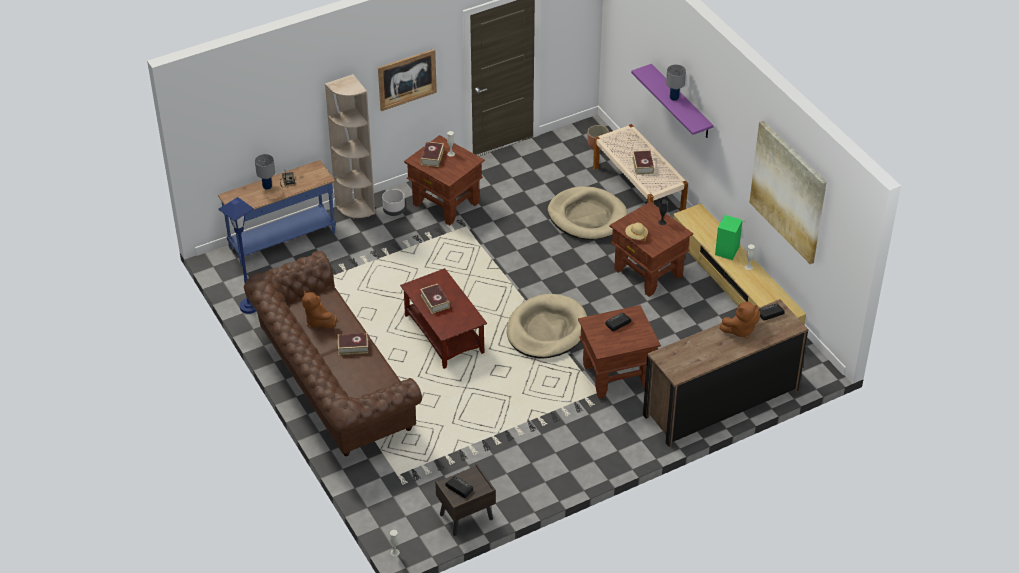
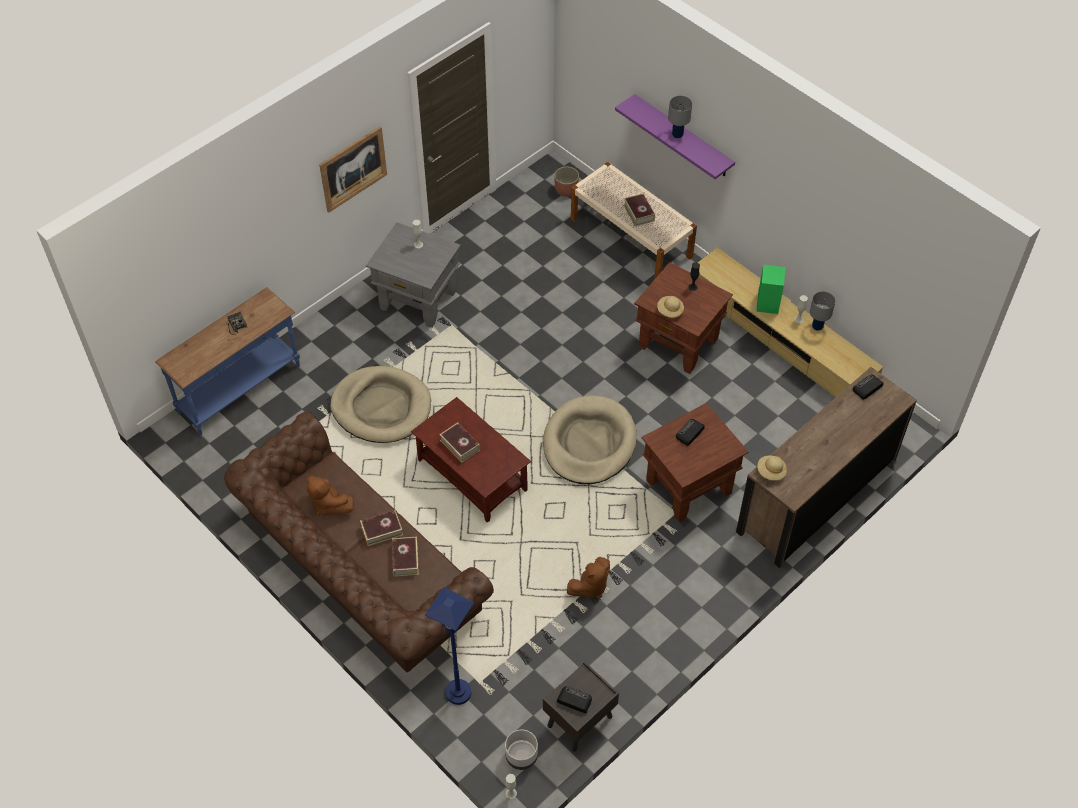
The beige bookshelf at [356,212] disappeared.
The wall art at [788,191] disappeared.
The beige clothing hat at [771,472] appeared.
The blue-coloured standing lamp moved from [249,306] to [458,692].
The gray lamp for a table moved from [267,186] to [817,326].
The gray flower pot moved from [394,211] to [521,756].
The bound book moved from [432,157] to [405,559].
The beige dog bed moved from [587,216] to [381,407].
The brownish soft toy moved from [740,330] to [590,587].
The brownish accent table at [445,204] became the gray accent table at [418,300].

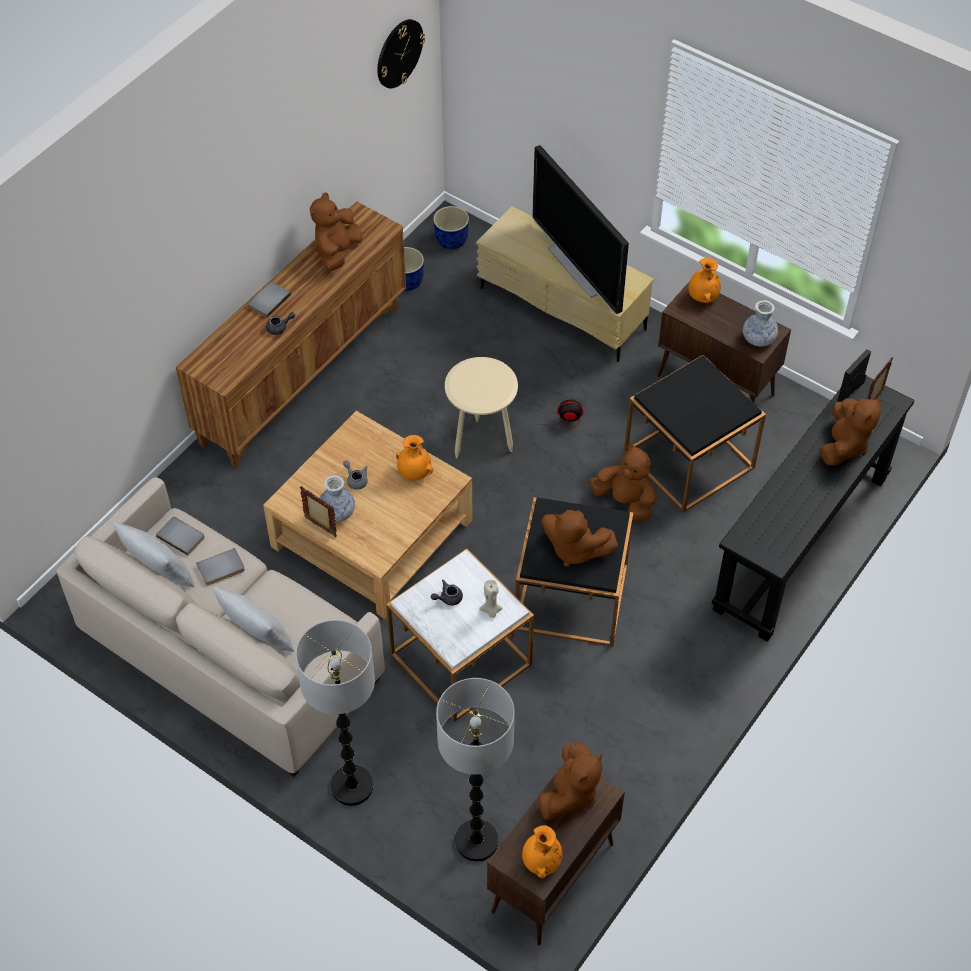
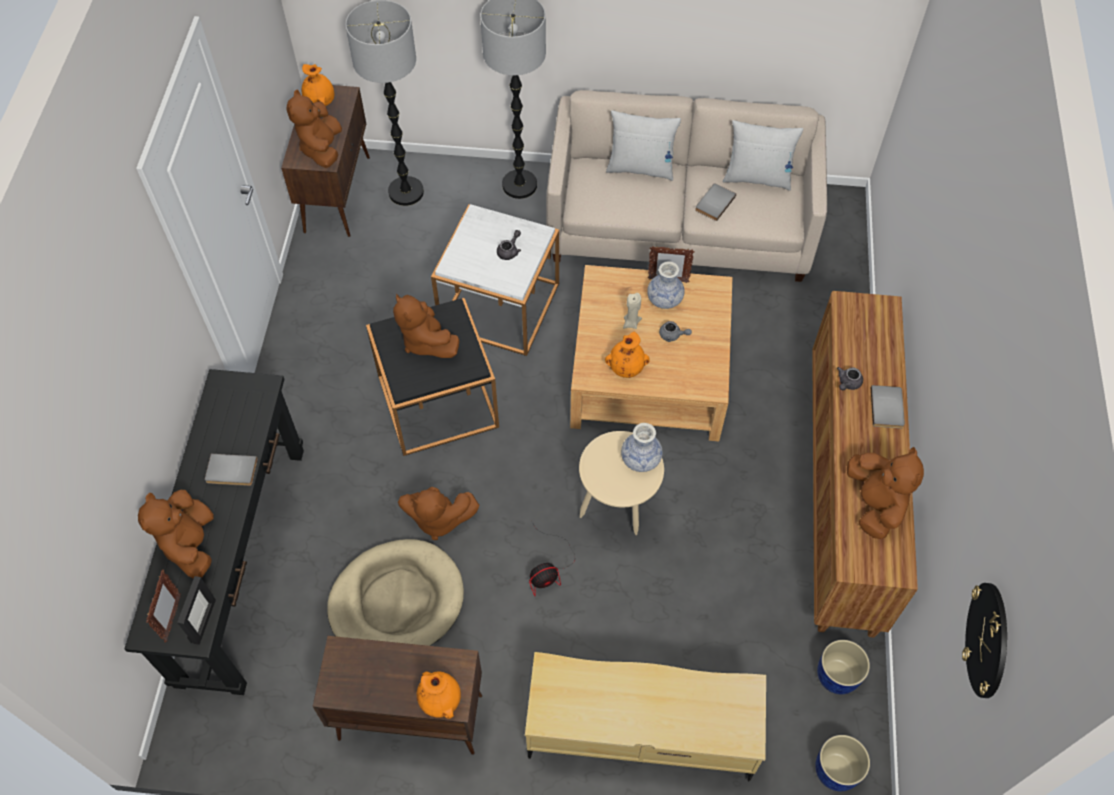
The TV set at [579,268] disappeared.
The gray bound book moved from [182,536] to [231,472].
The beige candle moved from [491,611] to [631,323].
The vase moved from [758,339] to [640,459].
The black accent table at [689,459] was replaced by the beige dog bed at [396,601].
The brownish soft toy at [574,549] turned 120 degrees counterclockwise.

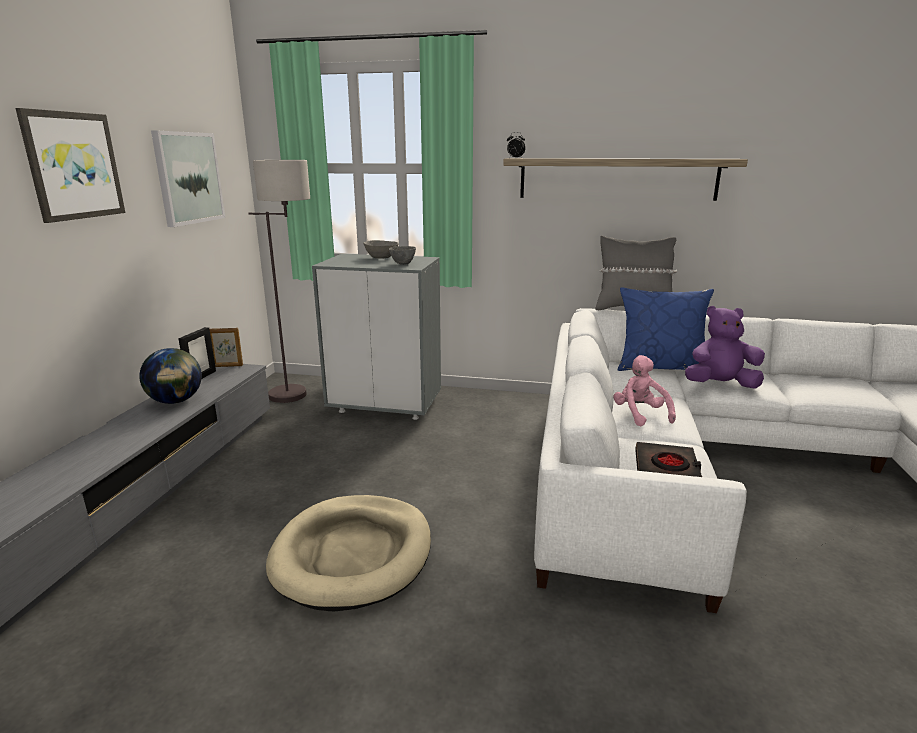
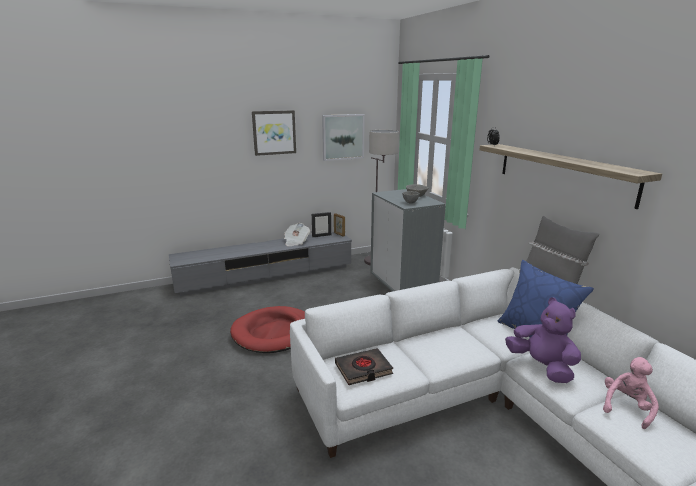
The pink soft toy moved from [640,414] to [626,407].
The desk globe at [176,401] was replaced by the newspaper at [296,242].
The beige dog bed at [353,554] became the red dog bed at [274,333].

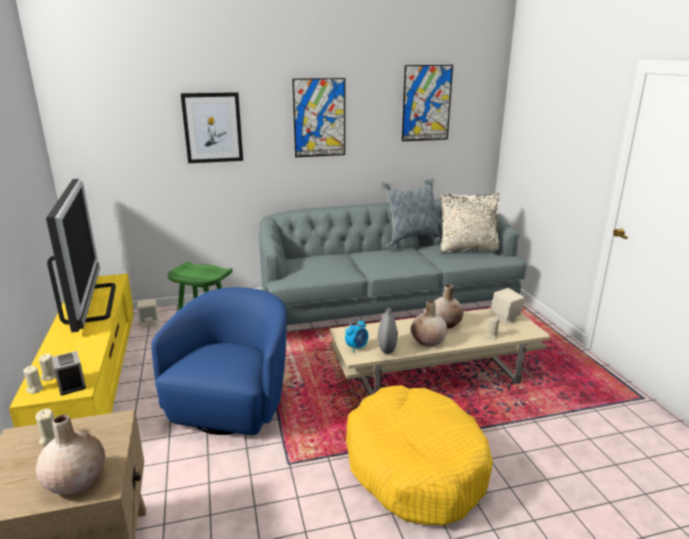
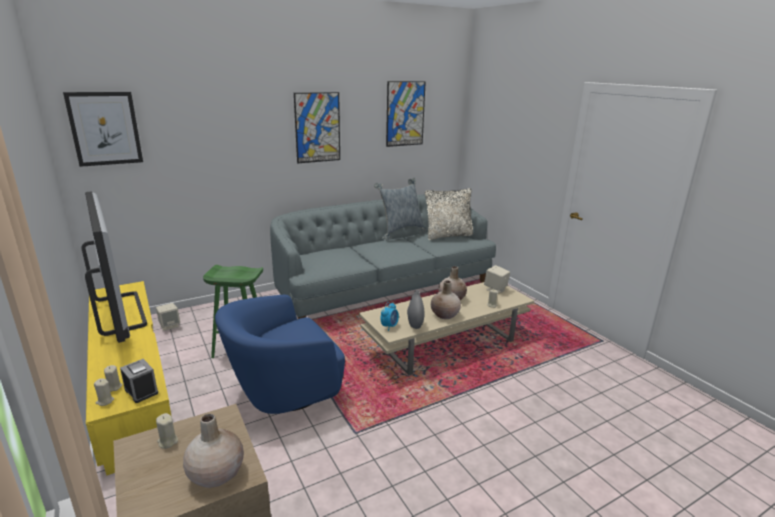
The yellow dog bed at [414,466] disappeared.
The wall art moved from [212,127] to [105,128].
The blue-coloured armchair at [232,405] turned 120 degrees counterclockwise.

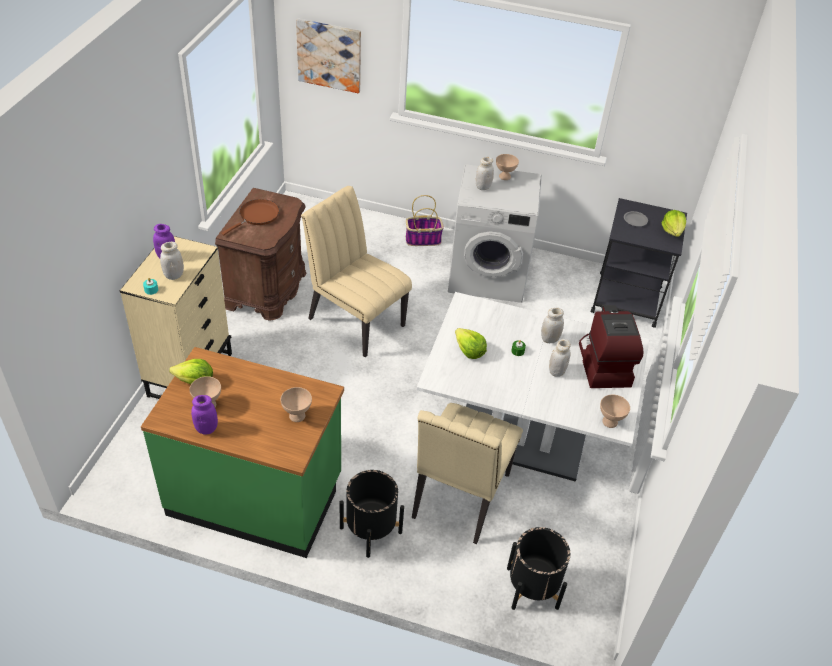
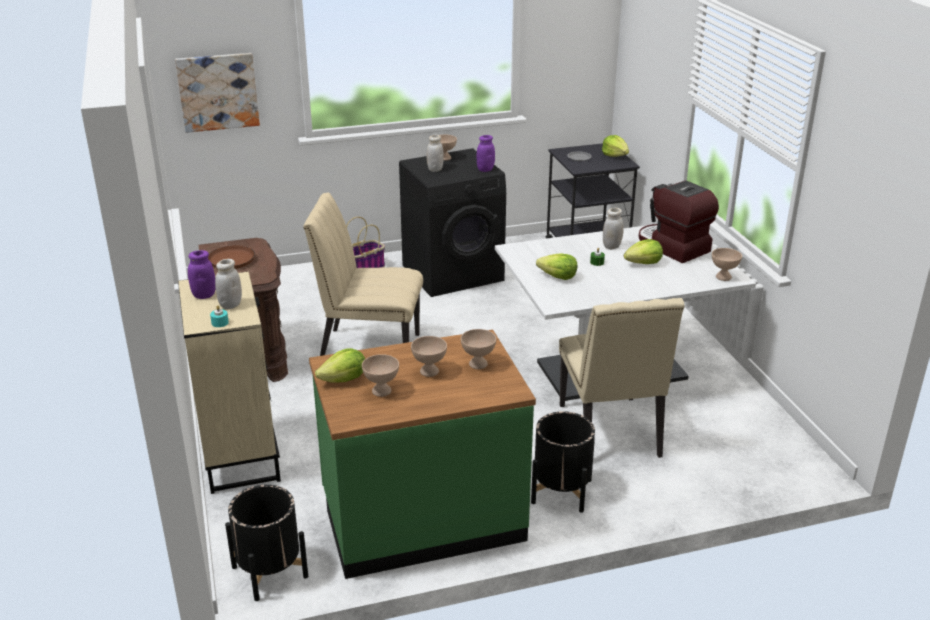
The beige bowl at [428,371] appeared.
The purplish storage jar moved from [206,428] to [485,169].
The black flower pot moved from [532,588] to [270,572].
The white storage jar at [556,371] was replaced by the head of lettuce at [643,263].
The white washing machine at [487,276] became the black washing machine at [453,273].

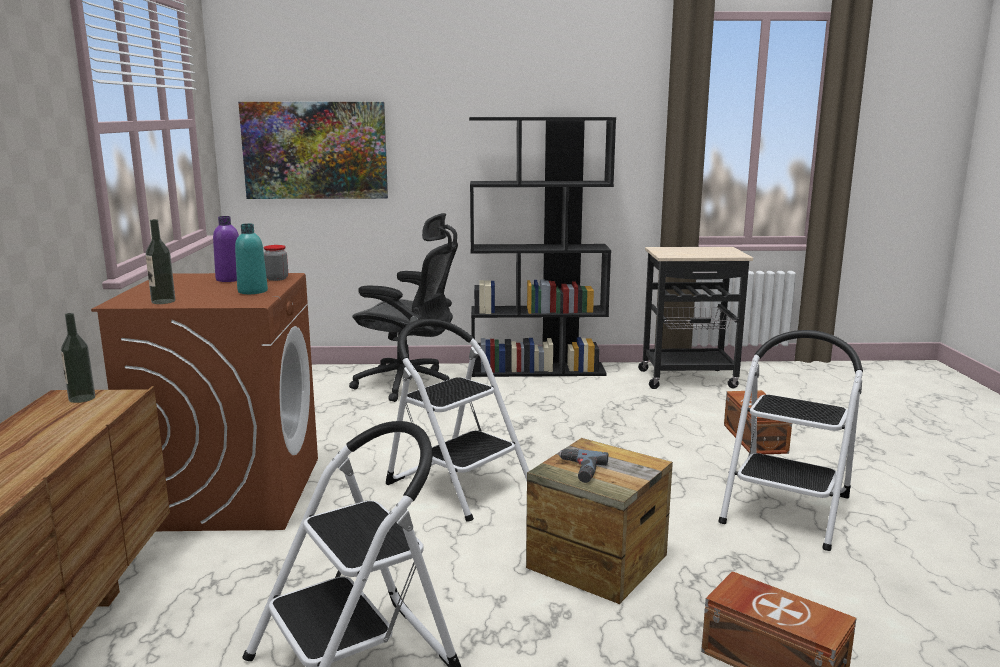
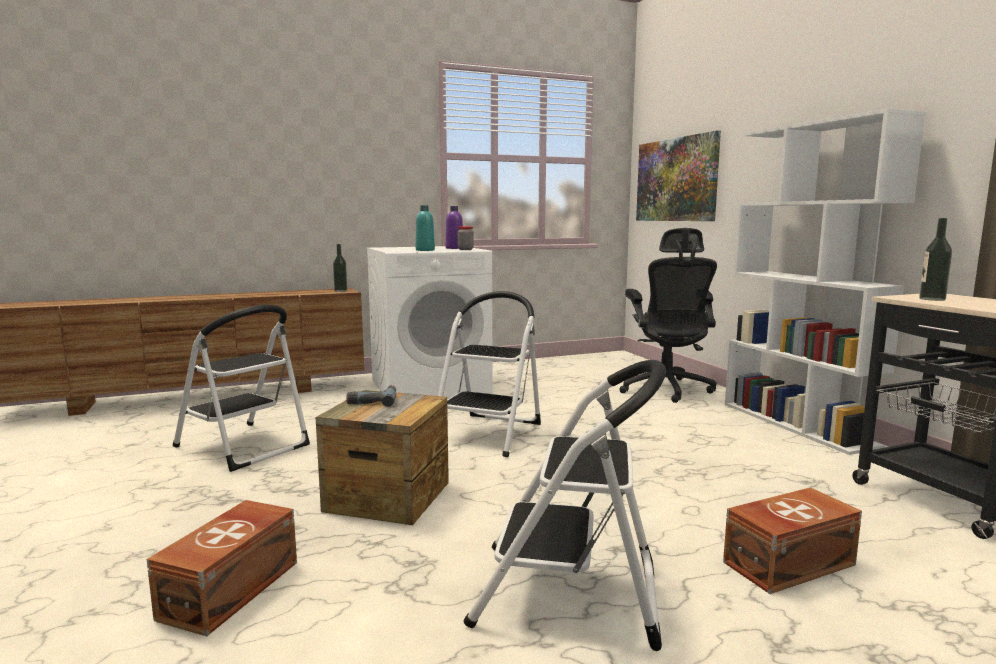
The drink bottle moved from [163,301] to [932,299].
The brownish washing machine at [231,492] became the white washing machine at [430,386].
The black bookshelf at [538,370] became the white bookshelf at [797,424].

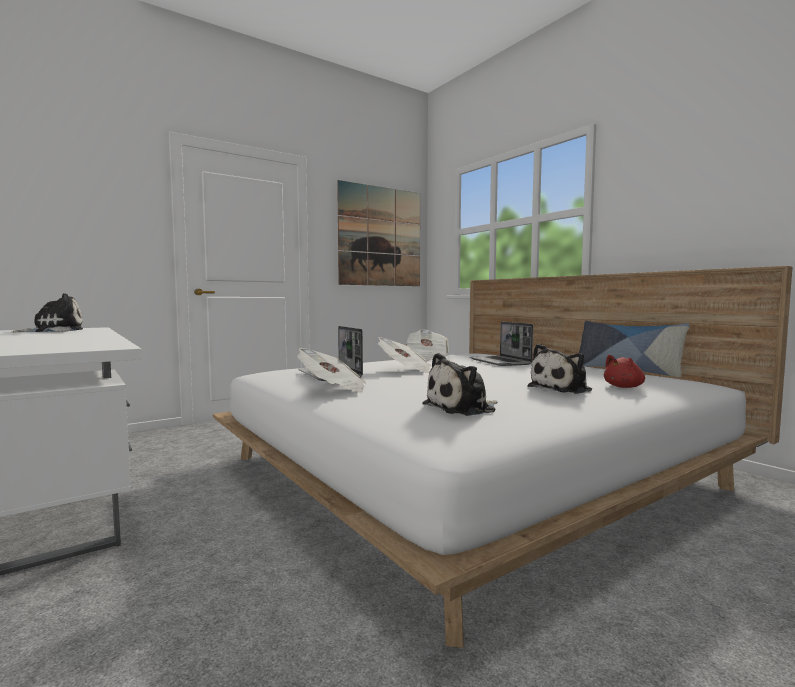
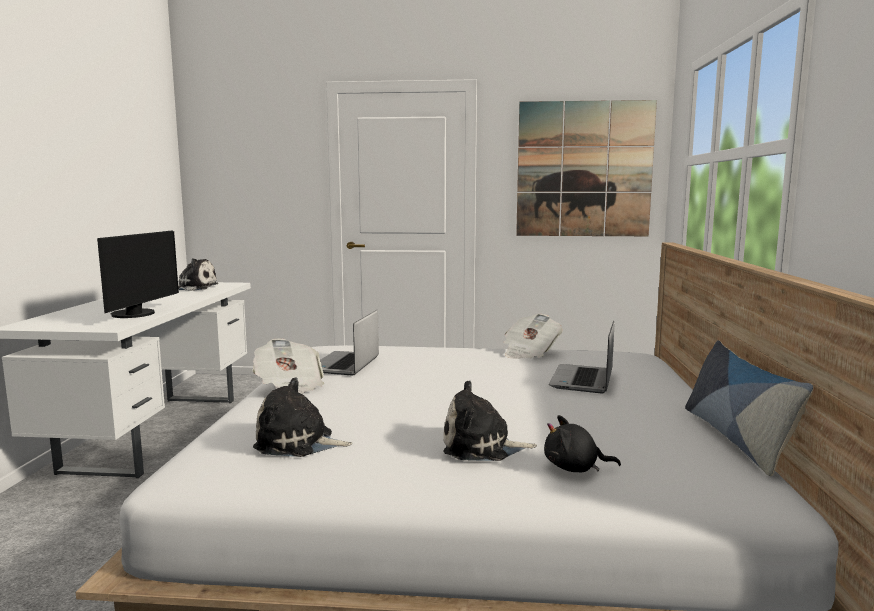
The newspaper at [405,370] disappeared.
The computer display at [137,314] appeared.
The red soft toy at [624,387] became the black soft toy at [575,468].

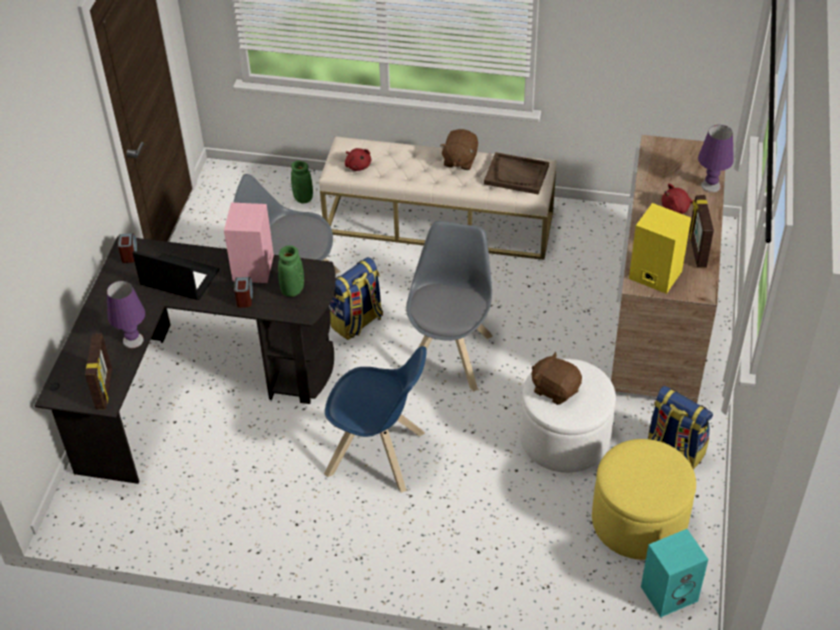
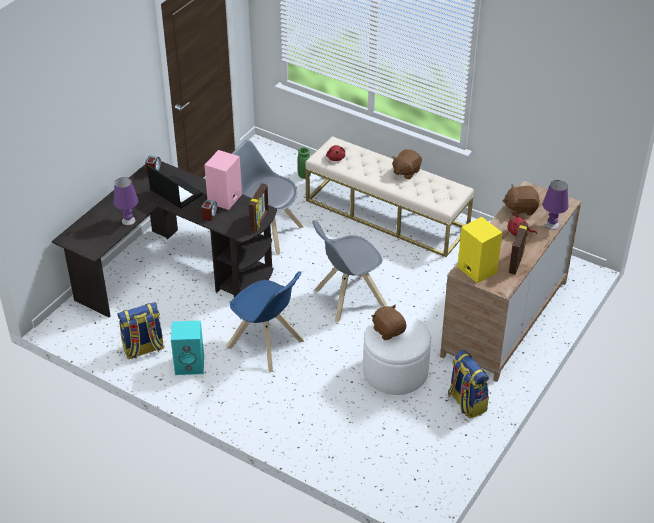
The green-coloured vase at [292,289] disappeared.
The brownish tray at [516,175] disappeared.
The yellow ottoman at [639,521] disappeared.
The brownish soft toy at [520,208] appeared.
The picture frame moved from [105,389] to [260,221].
The knapsack moved from [357,322] to [143,349].
The turquoise loudspeaker moved from [669,592] to [190,364].
The gray plain chair at [449,354] turned 150 degrees counterclockwise.

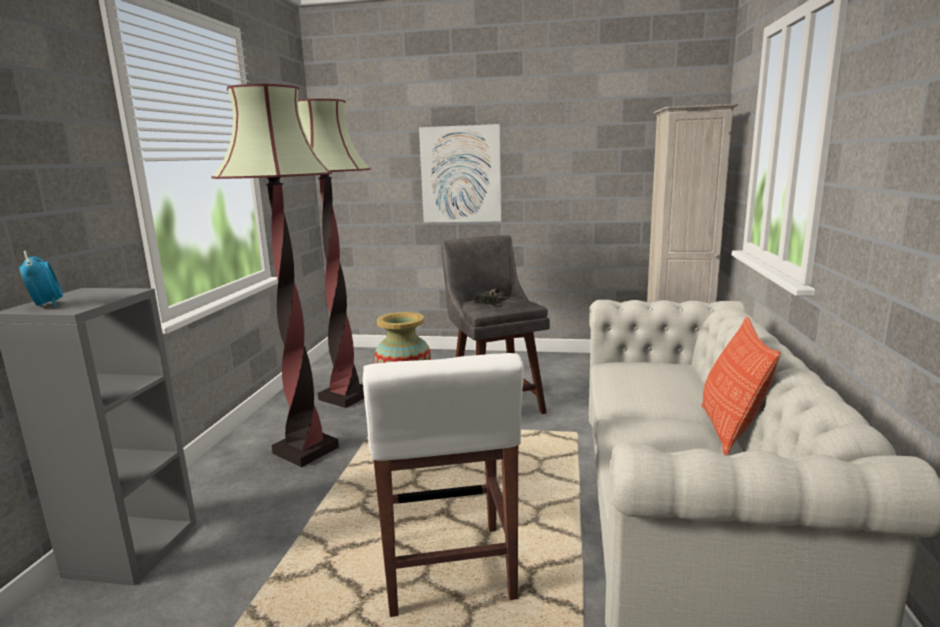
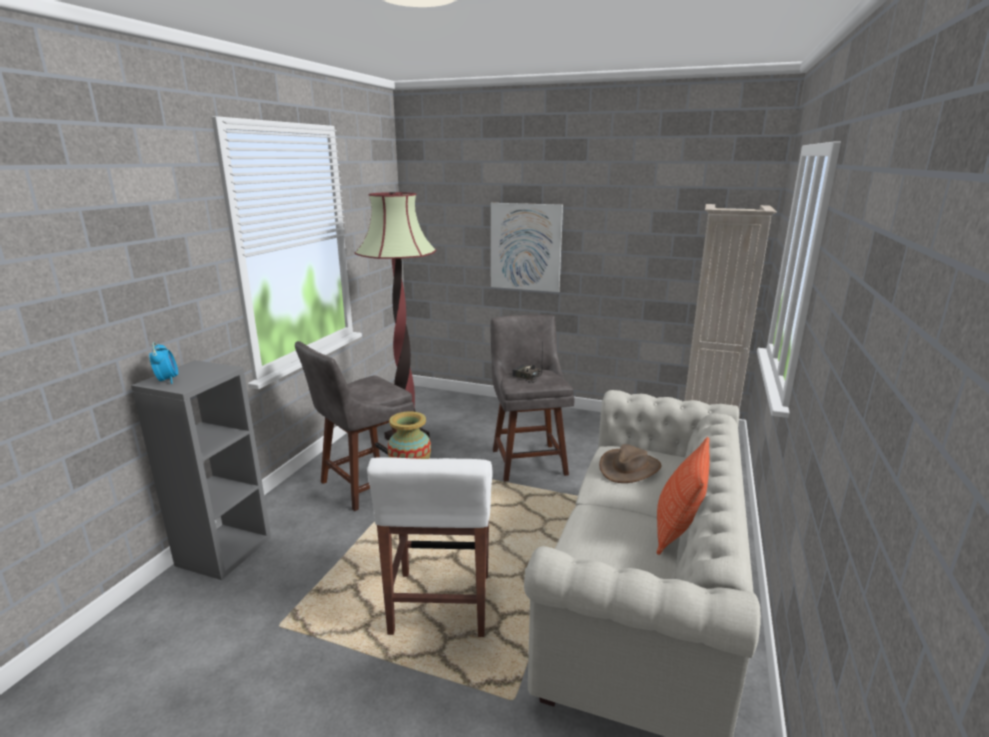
The brownish clothing hat at [629,468] appeared.
The standing lamp at [305,450] was replaced by the gray stool at [363,485].

